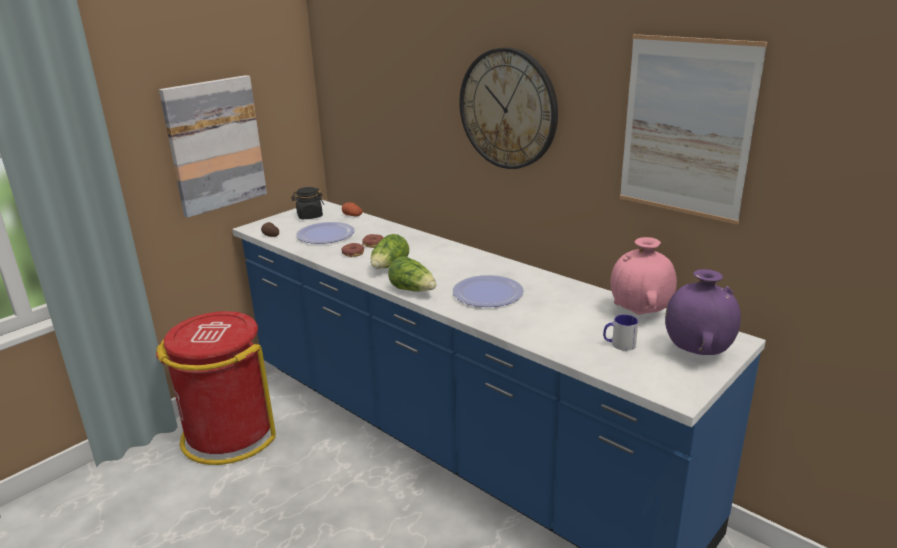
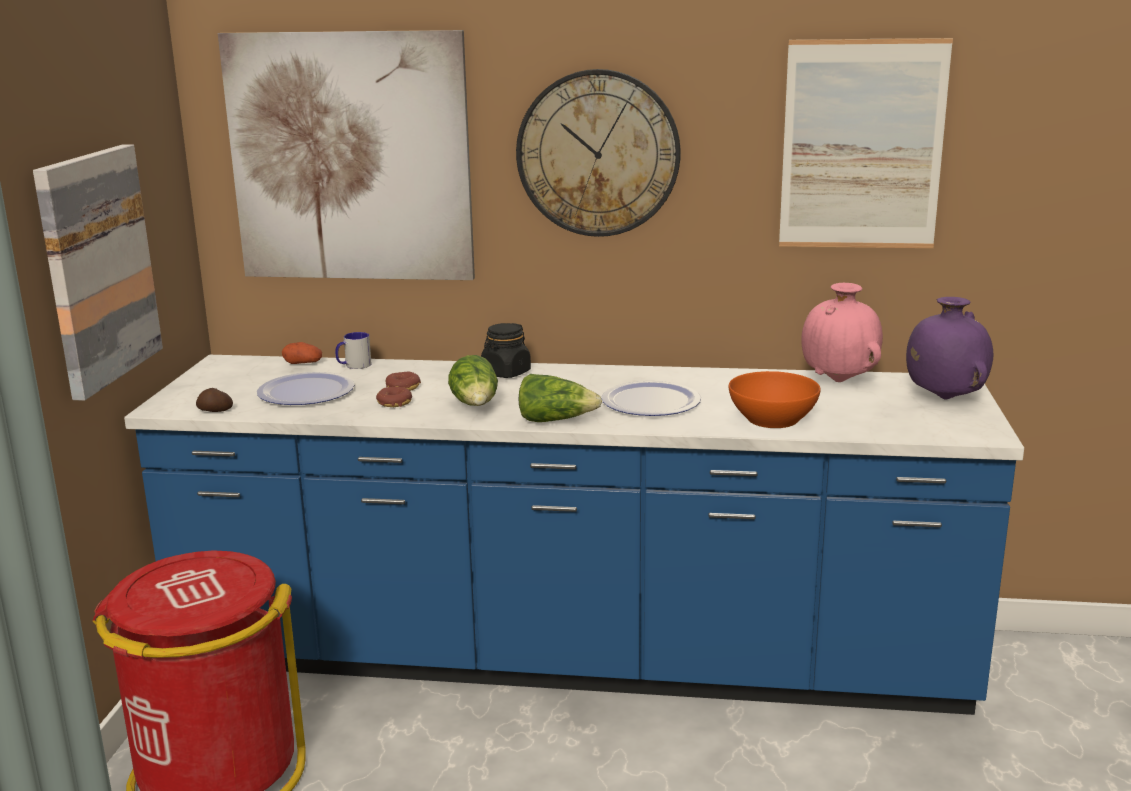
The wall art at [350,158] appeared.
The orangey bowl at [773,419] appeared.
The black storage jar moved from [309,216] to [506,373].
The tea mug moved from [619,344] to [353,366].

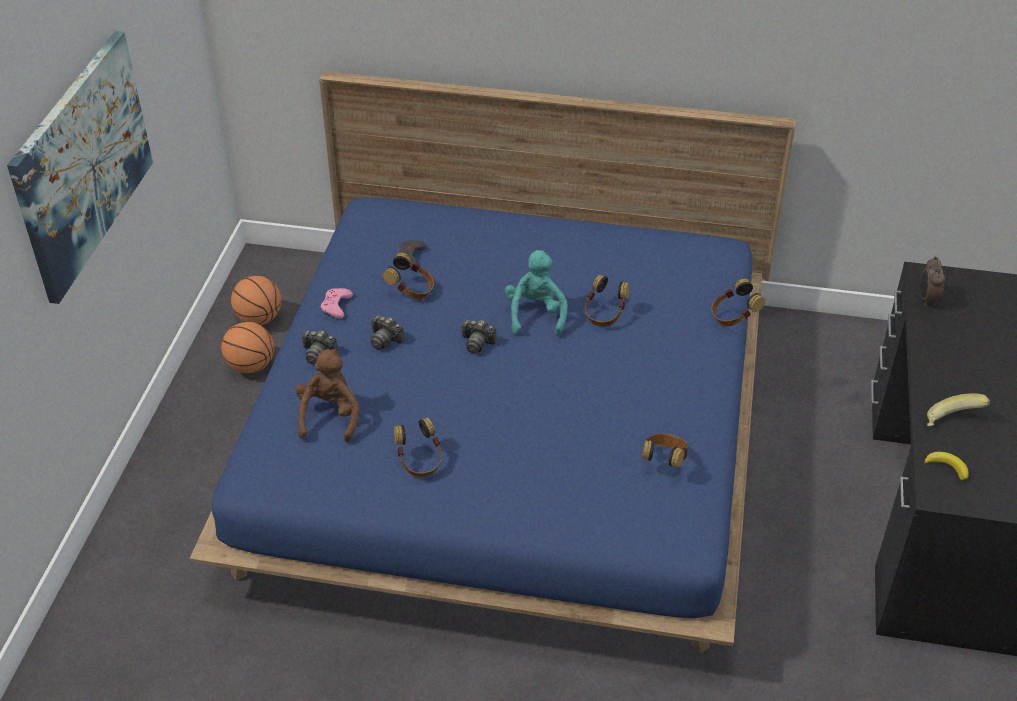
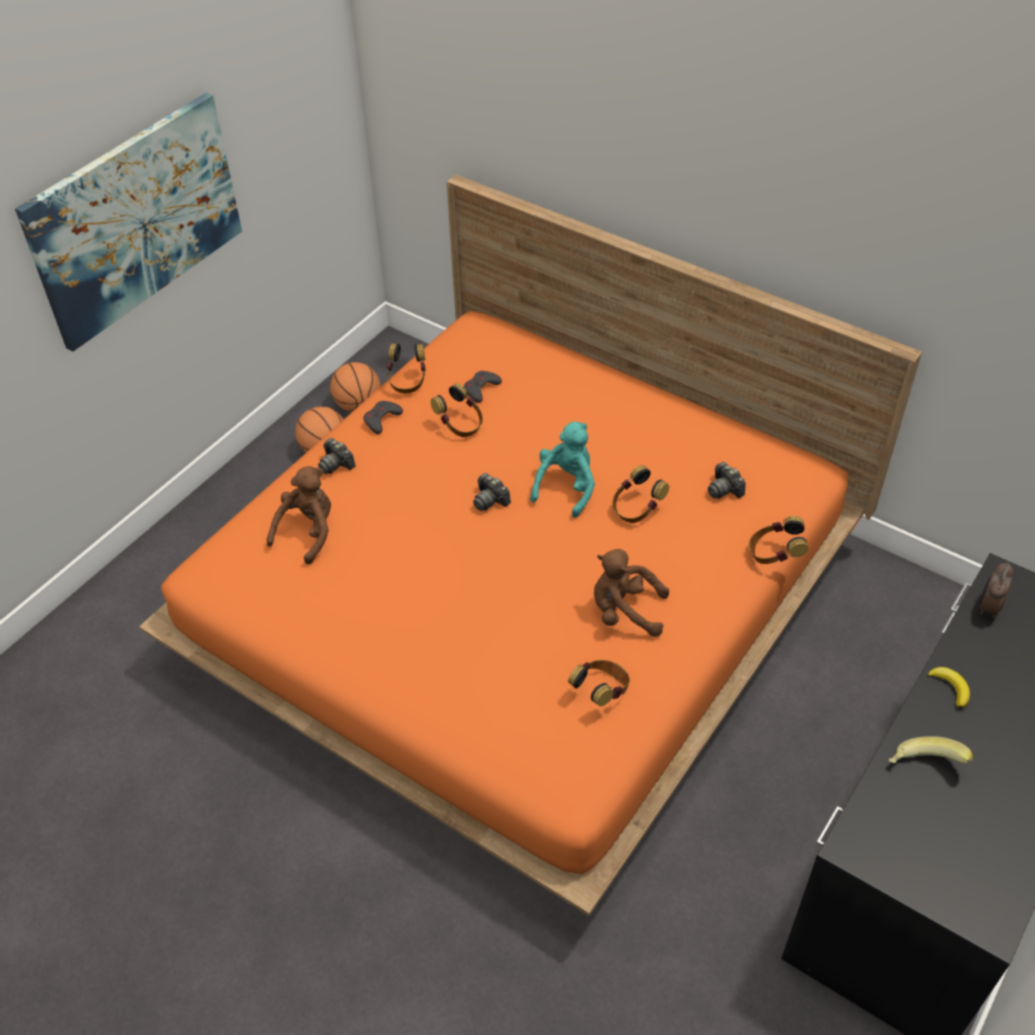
The brownish soft toy at [625,611] appeared.
The photo camera moved from [385,339] to [724,489].
The headset moved from [420,462] to [407,381].
The banana fruit moved from [947,467] to [950,687].
The blue-coloured bedroom bed at [508,440] became the orangey bedroom bed at [519,604].
The pink joypad at [336,306] became the gray joypad at [381,419].

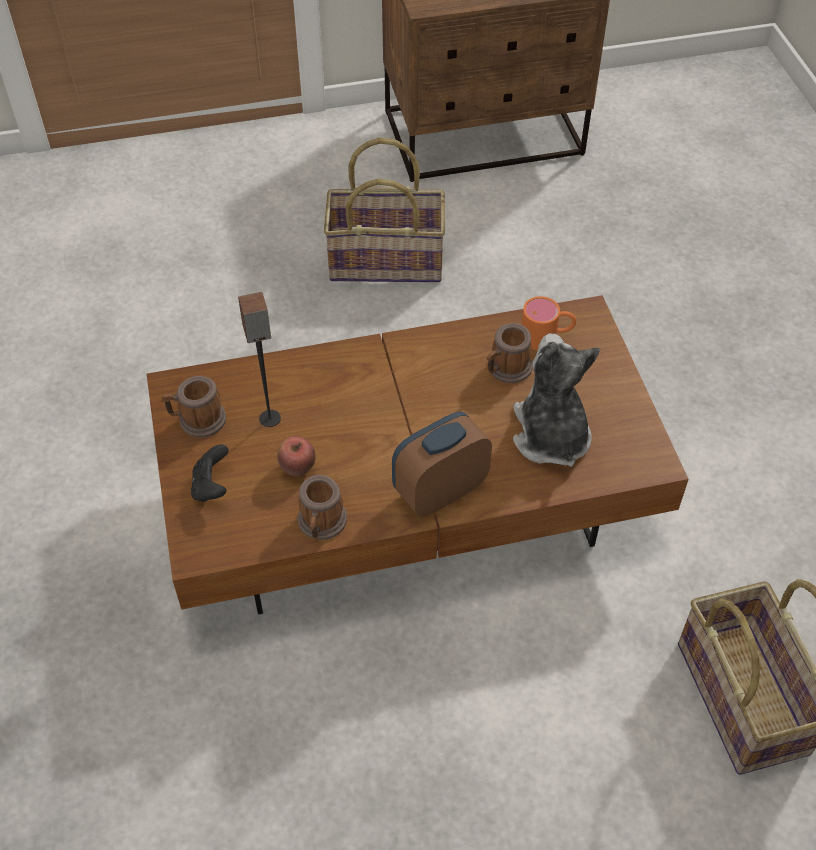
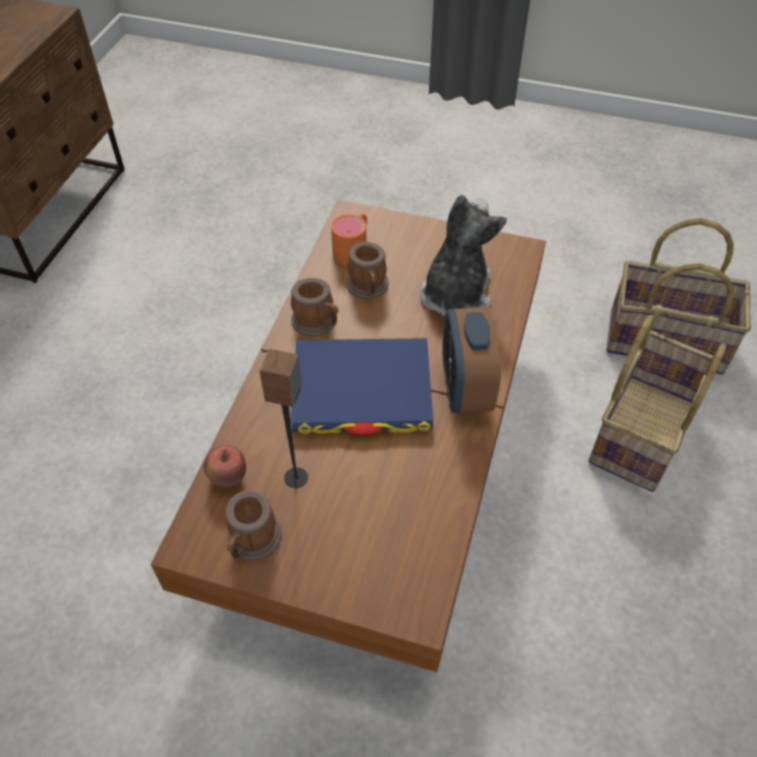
The black joypad at [212,486] disappeared.
The blue-coloured bound book at [361,391] appeared.
The whole apple moved from [297,468] to [228,478].
The tea mug moved from [321,525] to [317,323].
The household basket moved from [386,260] to [639,431].
The soft toy at [550,435] turned 90 degrees clockwise.

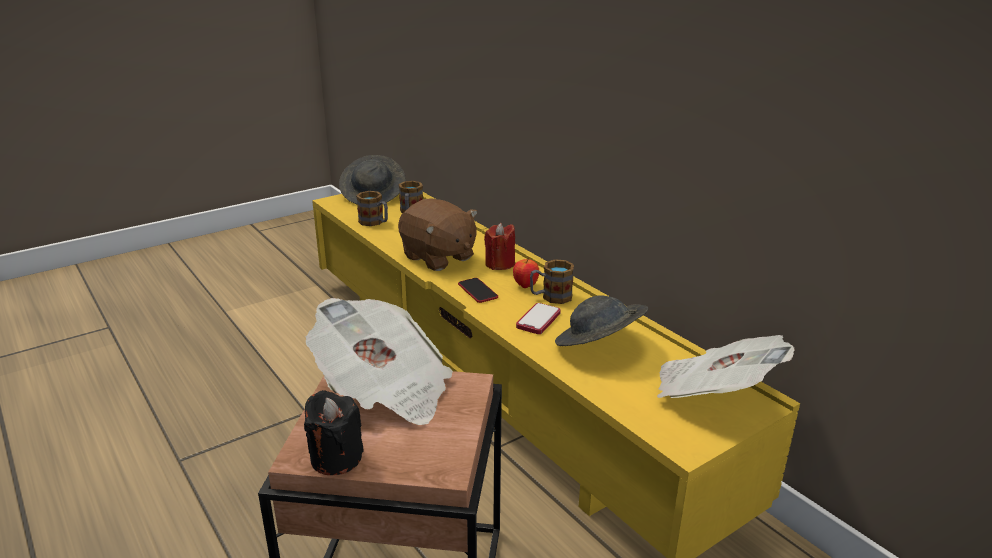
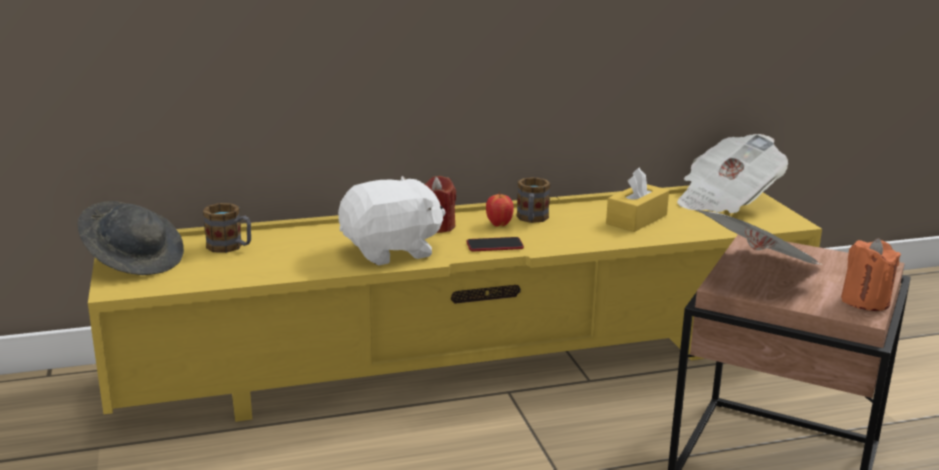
The tea mug at [375,222] disappeared.
The handset at [538,320] disappeared.
The gray clothing hat at [598,346] was replaced by the yellow box of tissues at [636,219].
The black candle at [336,458] became the orangey candle at [865,301].
The brownish soft toy at [438,257] became the white soft toy at [391,251].

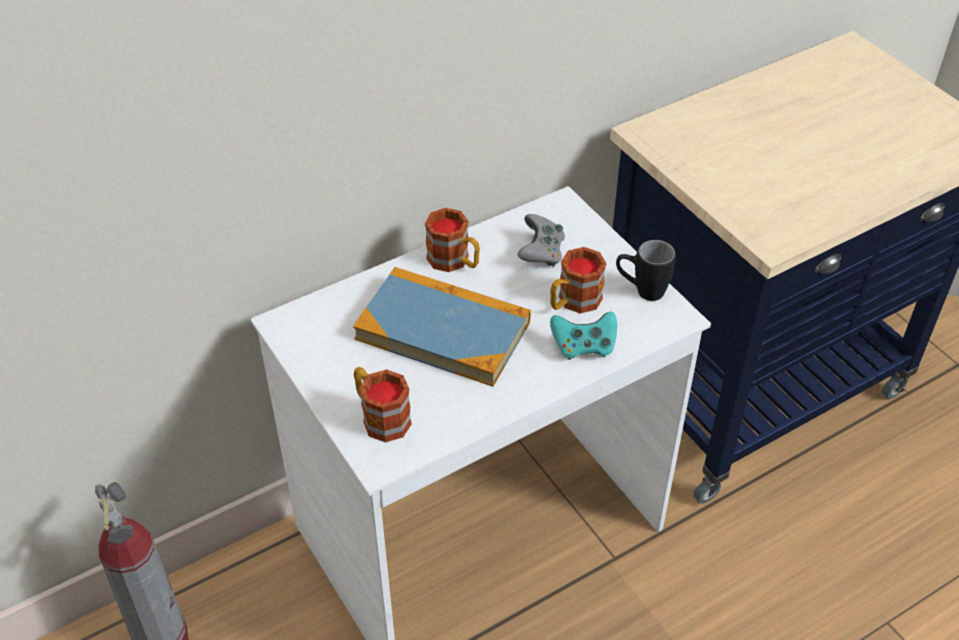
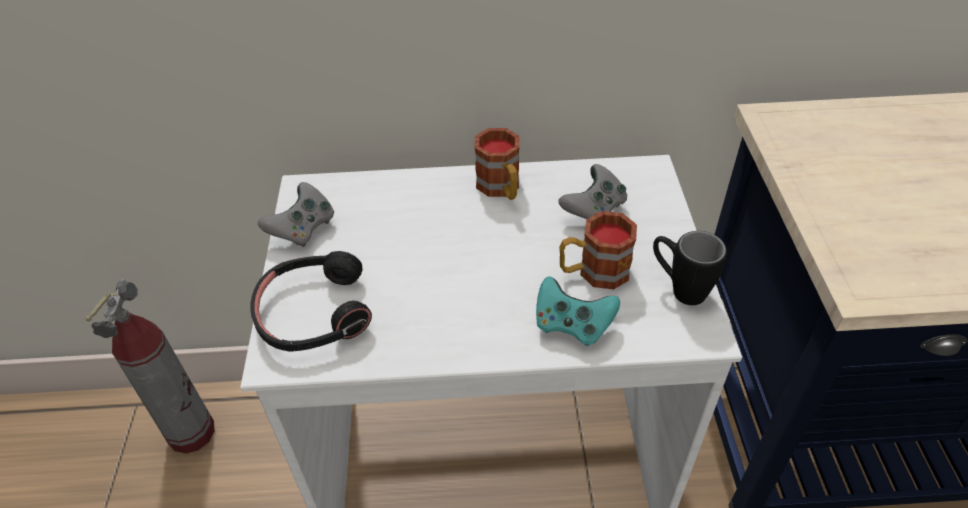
The bound book at [443,330] disappeared.
The gray joypad at [303,229] appeared.
The tea mug at [380,416] was replaced by the black headset at [313,313].

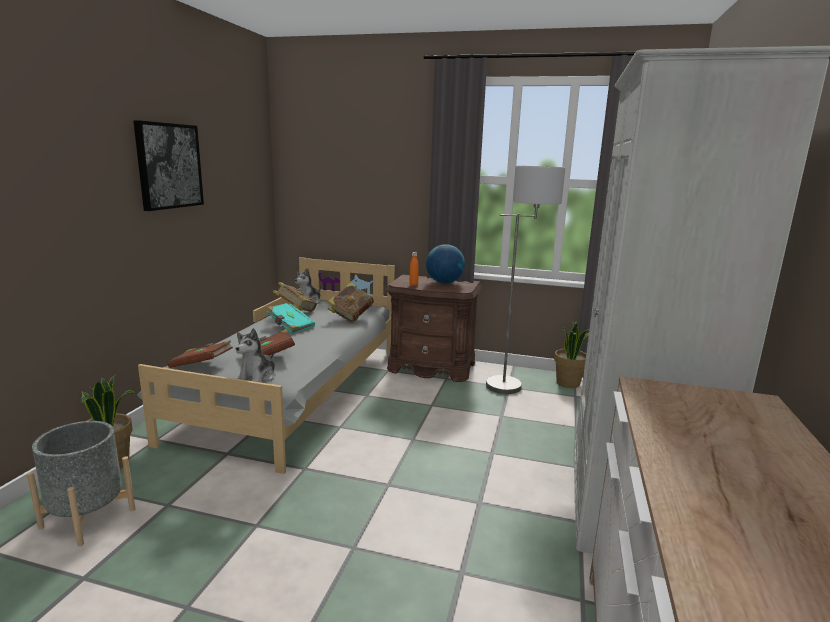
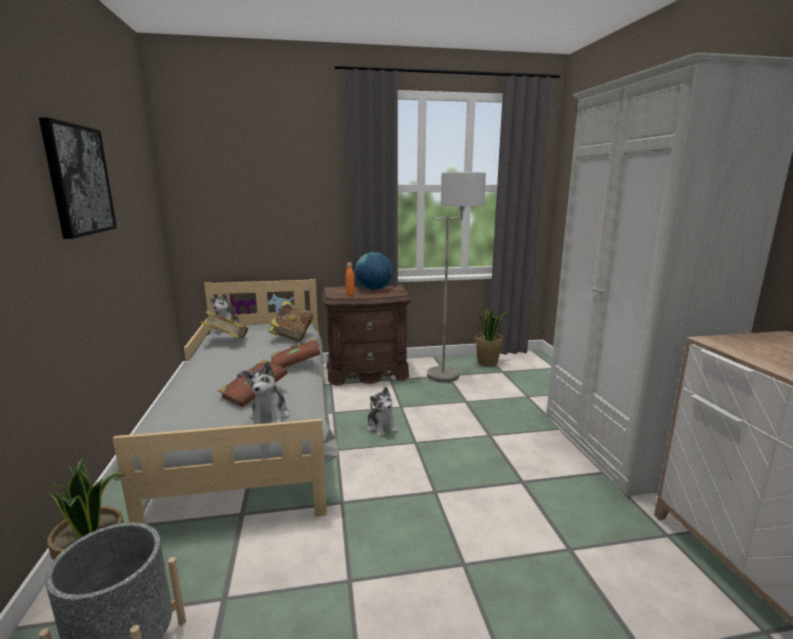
The turquoise bound book at [290,326] disappeared.
The soft toy at [381,427] appeared.
The brownish bound book moved from [202,365] to [296,364].

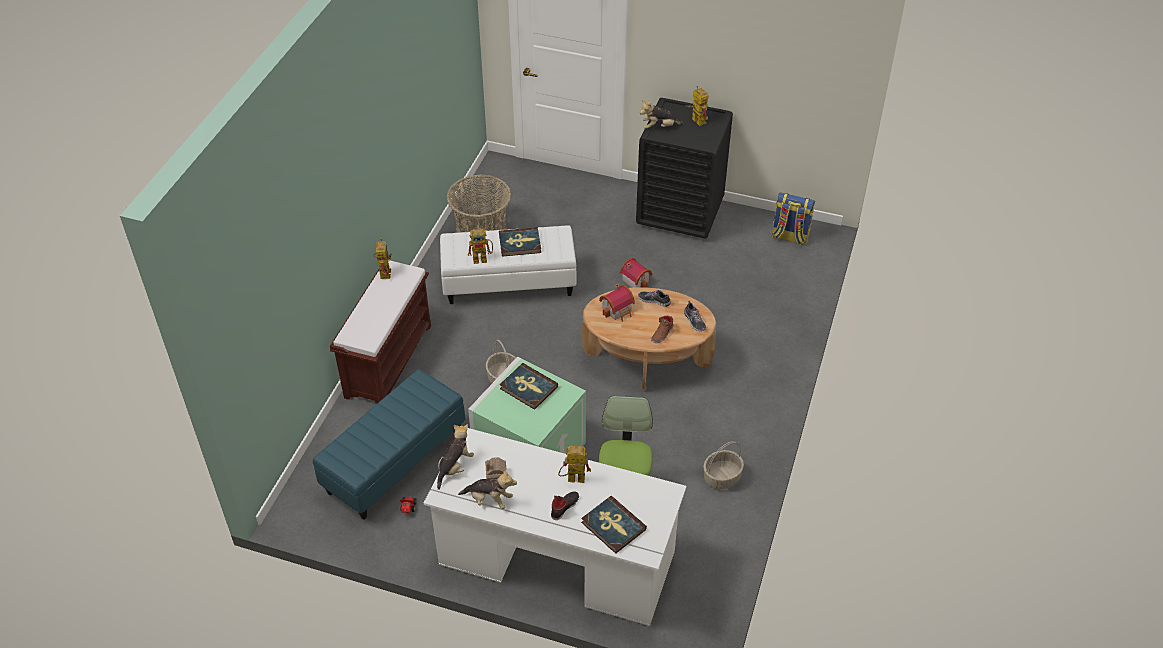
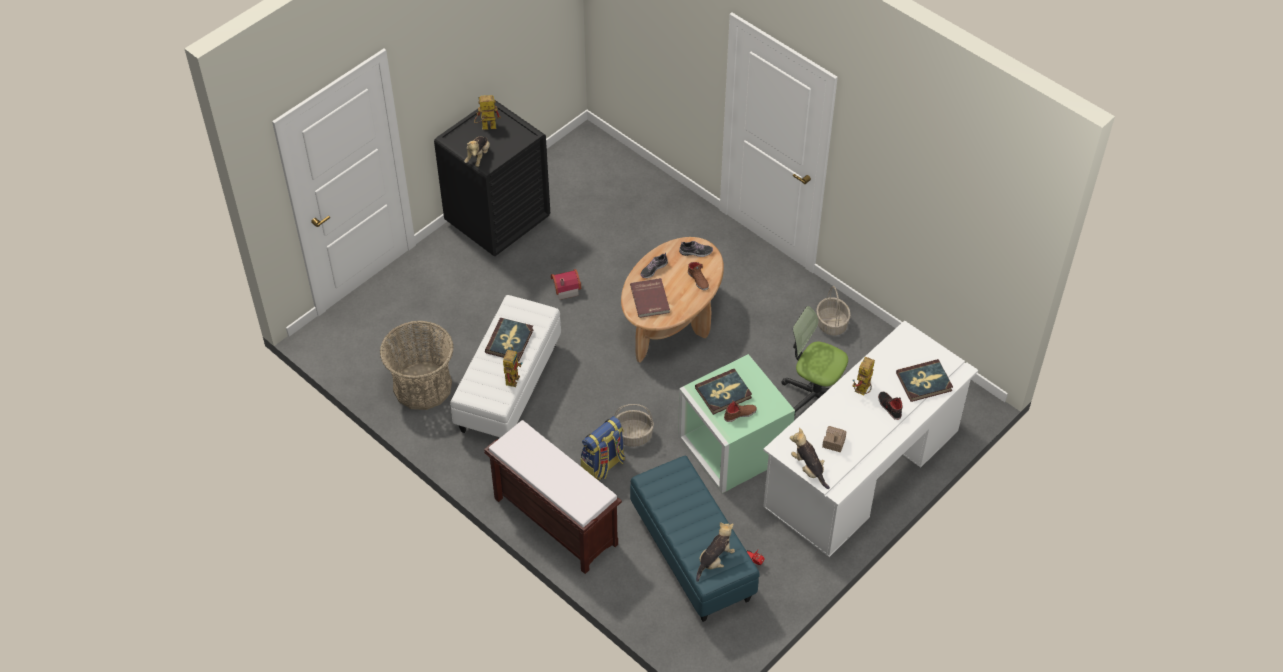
The model robot at [384,271] disappeared.
The brownish item of footwear at [740,414] appeared.
The soft toy moved from [489,500] to [715,560].
The knapsack moved from [789,237] to [603,465].
The miniature house at [618,310] was replaced by the red bound book at [651,299].

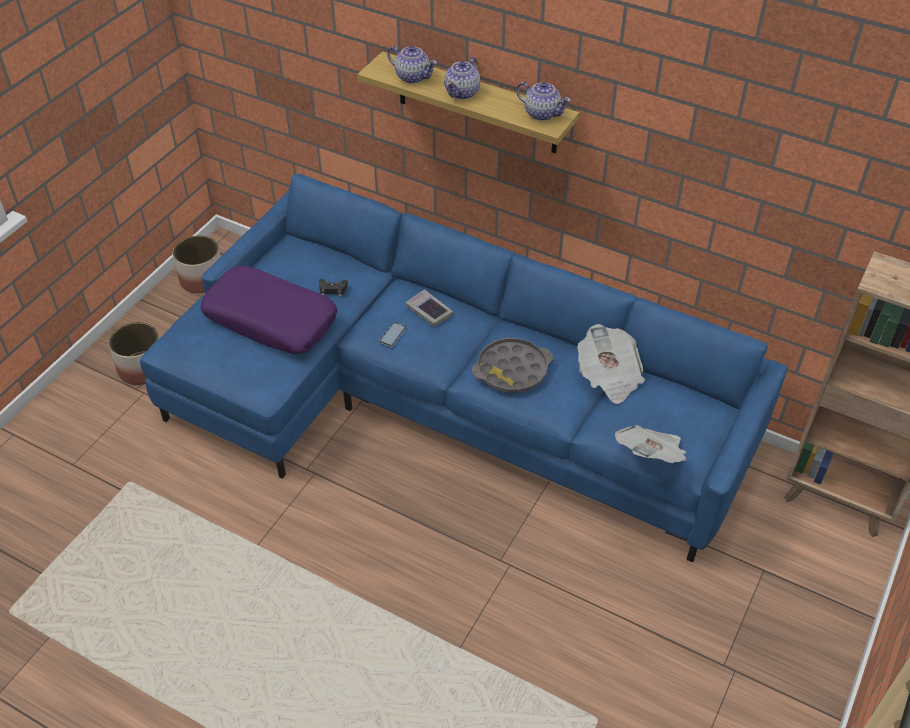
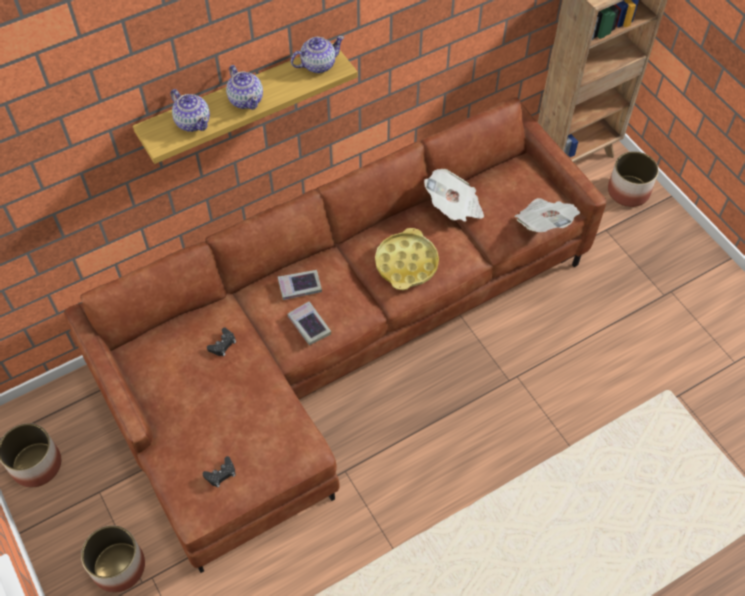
The purplish pillow at [271,319] disappeared.
The black joypad at [221,474] appeared.
The flower pot at [628,191] appeared.
The handset at [392,335] was replaced by the bound book at [309,325].
The blue-coloured settee at [445,403] became the brownish settee at [334,340].
The gray tray at [512,370] became the yellow tray at [406,263].
The pot for tea at [412,76] turned 75 degrees clockwise.

